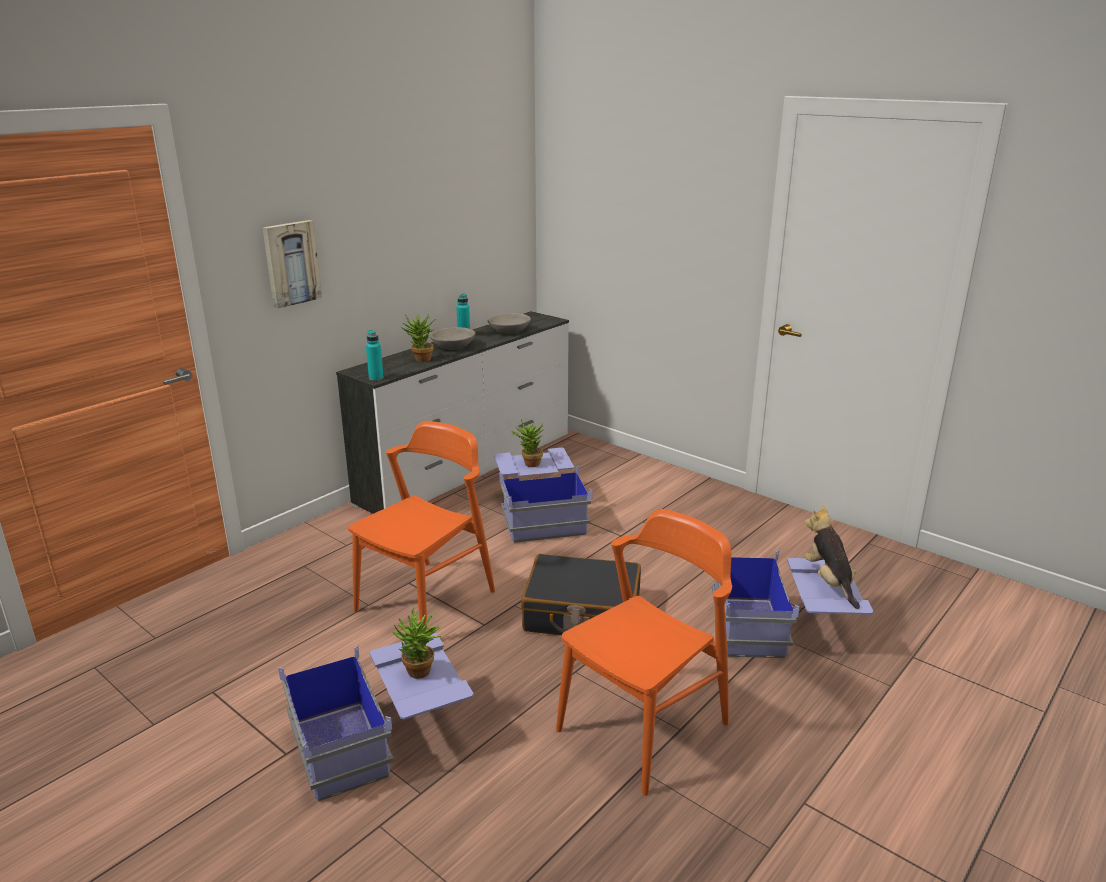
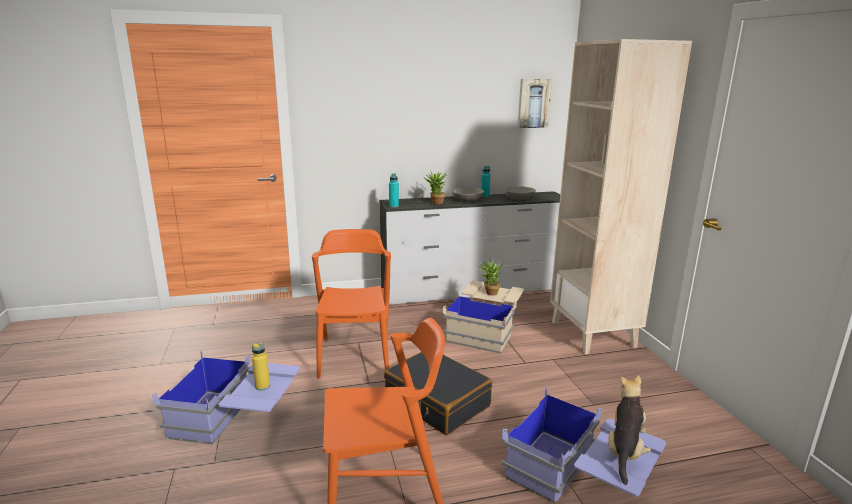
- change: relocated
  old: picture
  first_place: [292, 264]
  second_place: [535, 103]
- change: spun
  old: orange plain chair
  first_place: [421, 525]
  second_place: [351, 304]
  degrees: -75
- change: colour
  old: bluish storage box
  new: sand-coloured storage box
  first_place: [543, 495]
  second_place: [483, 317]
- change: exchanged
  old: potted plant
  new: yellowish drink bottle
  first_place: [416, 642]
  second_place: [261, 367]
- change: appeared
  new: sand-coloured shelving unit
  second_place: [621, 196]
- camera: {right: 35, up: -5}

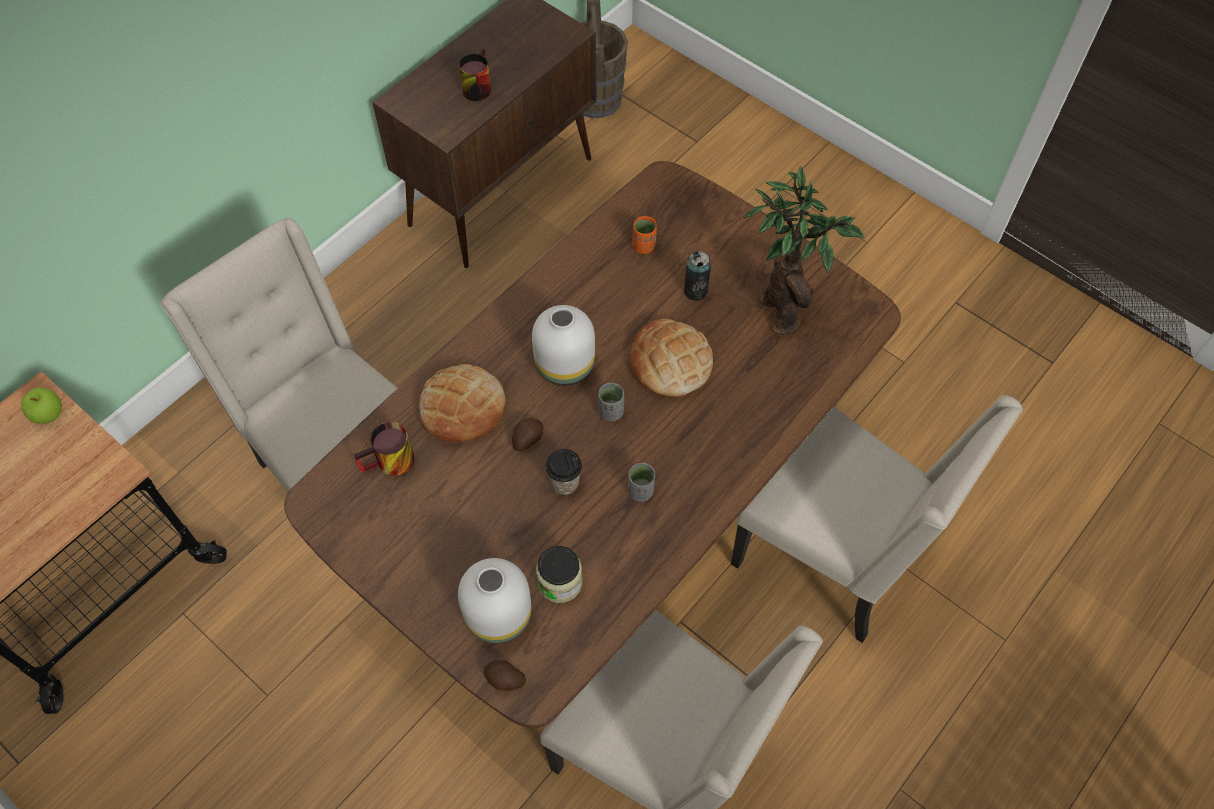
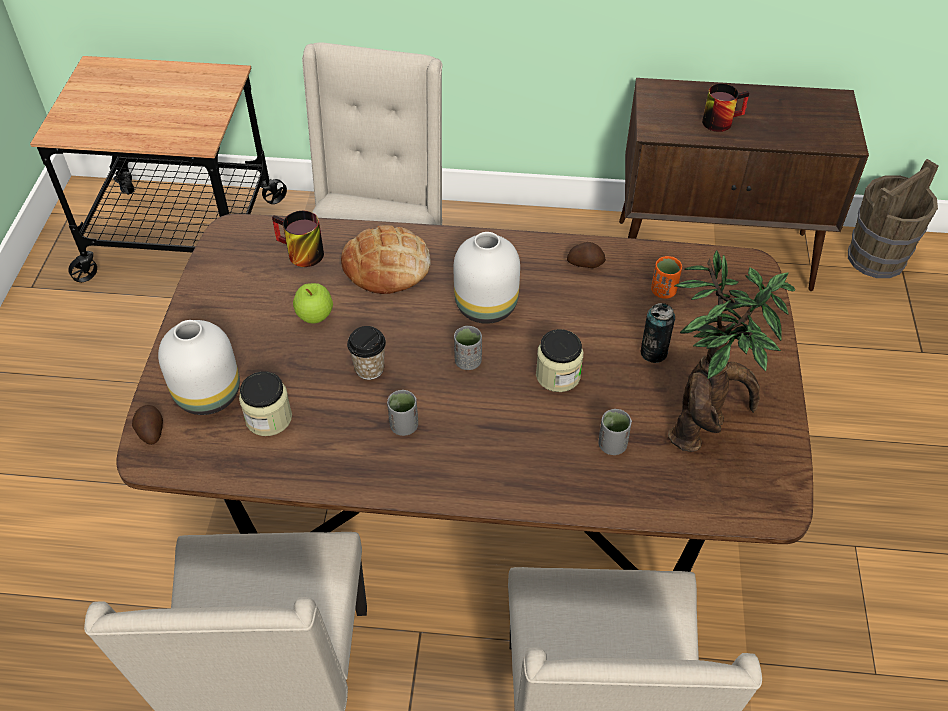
- change: exchanged
  old: bakery bread
  new: preserve jar
  first_place: [671, 357]
  second_place: [559, 360]
- change: relocated
  old: apple fruit
  first_place: [41, 405]
  second_place: [313, 303]
- change: relocated
  old: whole potato
  first_place: [527, 434]
  second_place: [586, 255]
- change: appeared
  new: greyish small cup
  second_place: [615, 432]
- camera: {right: 55, up: -10}

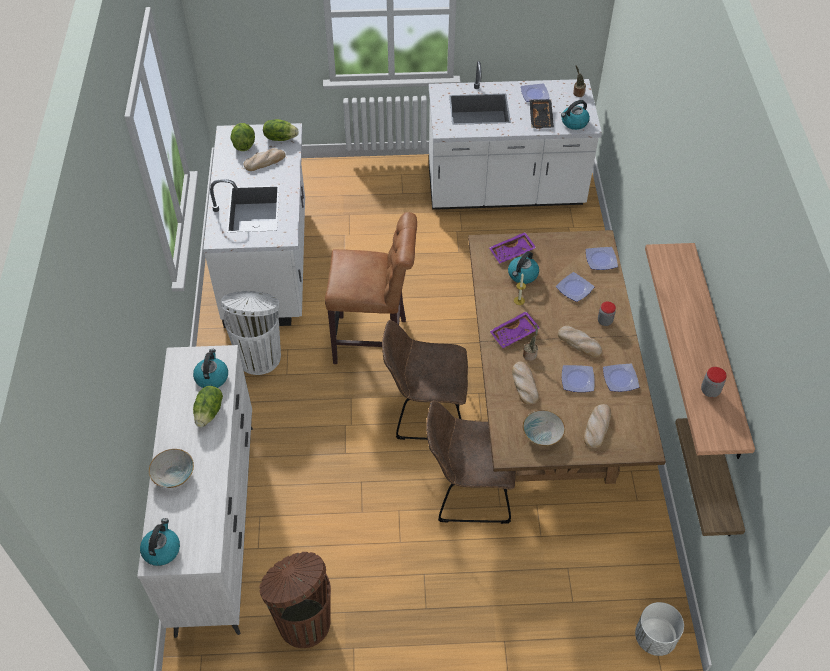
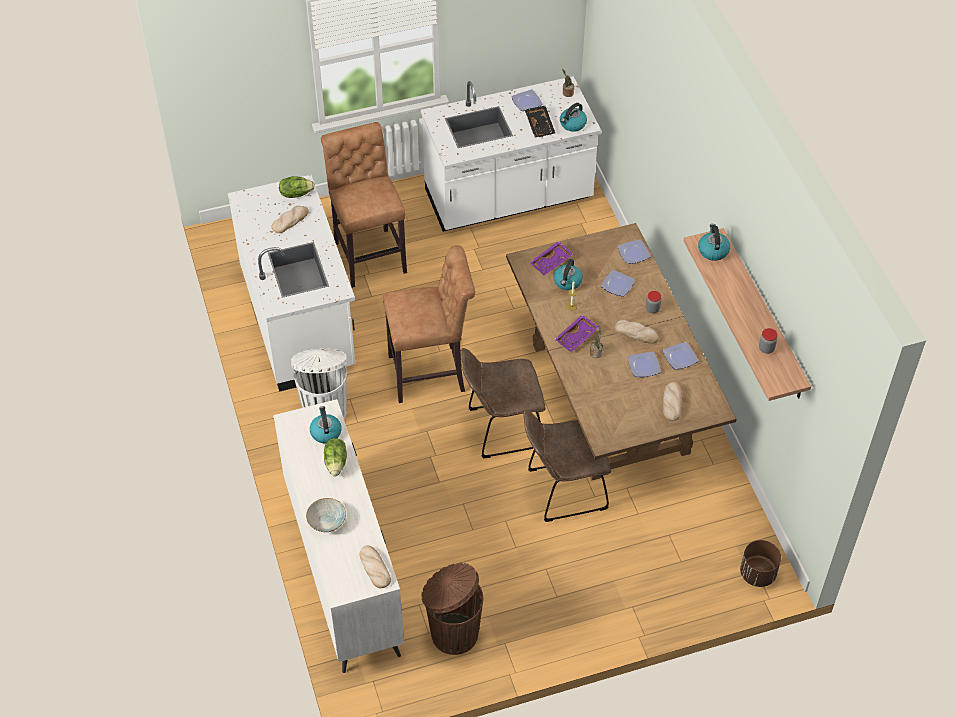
- change: missing
  old: lettuce head
  first_place: [242, 137]
- change: relocated
  old: bakery bread
  first_place: [525, 383]
  second_place: [375, 566]
- change: missing
  old: serving bowl
  first_place: [544, 428]
- change: missing
  old: bracket shelf
  first_place: [710, 477]
- change: relocated
  old: tea kettle
  first_place: [160, 542]
  second_place: [714, 242]
- change: colour
  old: whitish planter
  new: brown-coloured planter
  first_place: [659, 629]
  second_place: [760, 563]
- change: appeared
  new: brown-coloured sitting stool
  second_place: [364, 205]
- camera: {right: -15, up: 0}

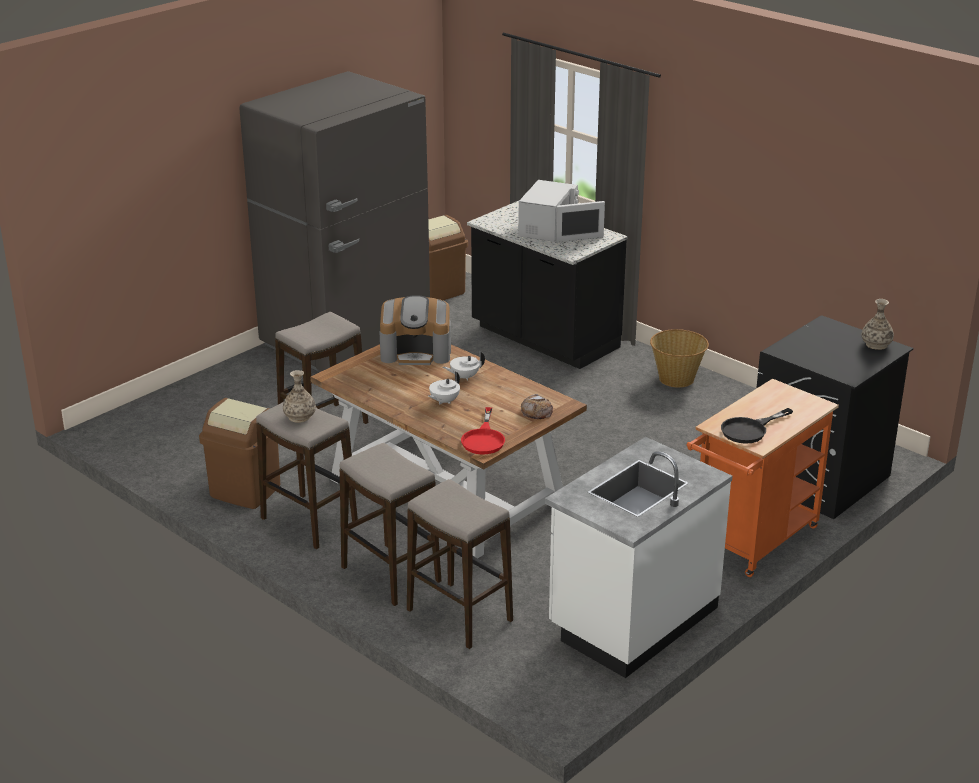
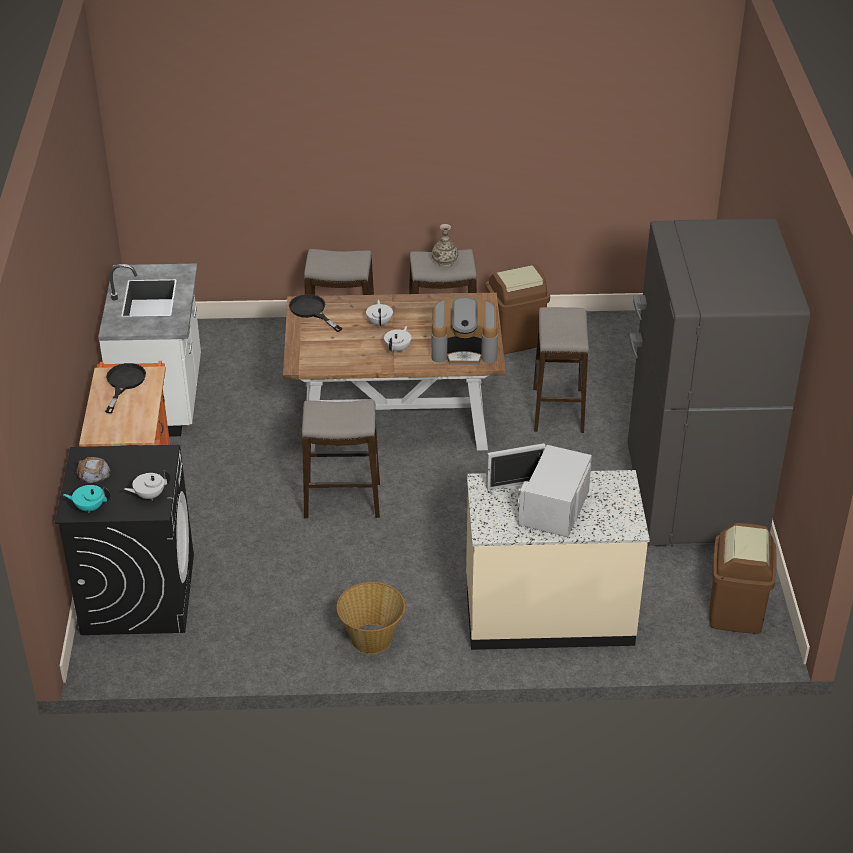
- change: spun
  old: whitish microwave oven
  first_place: [561, 211]
  second_place: [539, 490]
  degrees: 45
- change: colour
  old: black kitchen counter
  new: sand-coloured kitchen counter
  first_place: [547, 285]
  second_place: [558, 560]
- change: spun
  old: coffee maker
  first_place: [415, 330]
  second_place: [464, 331]
  degrees: -135
- change: exchanged
  old: flower vase
  new: blue-green teapot
  first_place: [877, 324]
  second_place: [86, 499]
- change: relocated
  old: bakery bread
  first_place: [537, 406]
  second_place: [93, 470]
- change: colour
  old: reddish pan
  new: black pan
  first_place: [483, 431]
  second_place: [315, 313]
- change: relocated
  old: sitting stool
  first_place: [460, 564]
  second_place: [341, 459]
- change: appeared
  new: whitish teapot
  second_place: [147, 484]
- camera: {right: 135, up: 10}

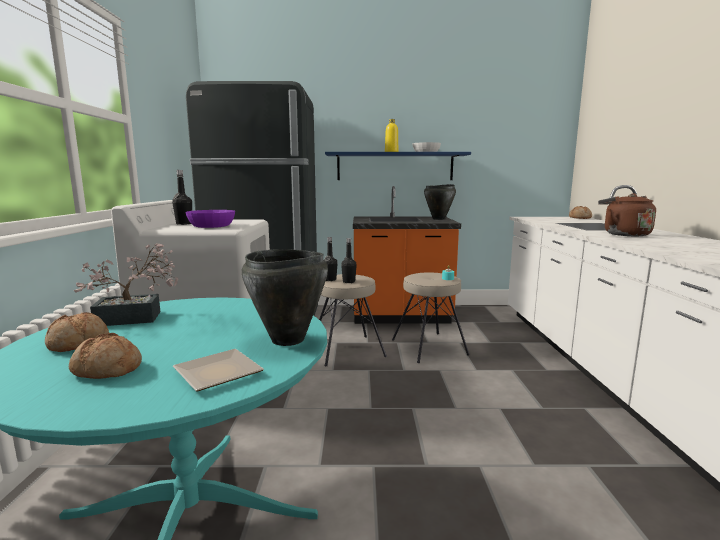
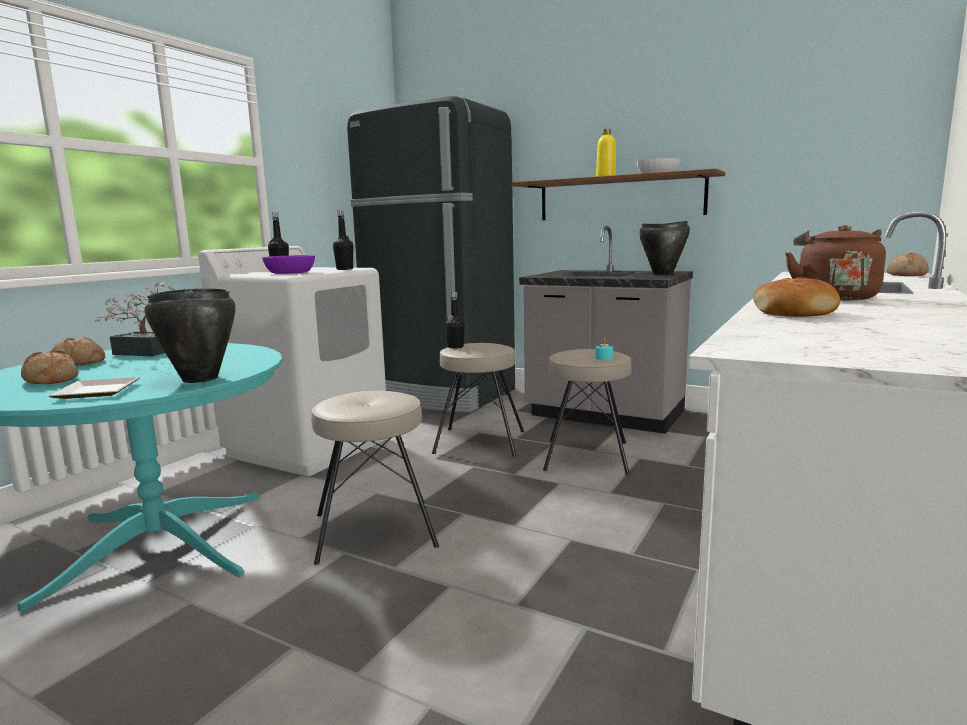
- change: colour
  old: bluish bracket shelf
  new: brown-coloured bracket shelf
  first_place: [398, 166]
  second_place: [618, 194]
- change: colour
  old: orange kitchen counter
  new: greyish kitchen counter
  first_place: [407, 255]
  second_place: [606, 330]
- change: relocated
  old: black drink bottle
  first_place: [349, 260]
  second_place: [343, 240]
- change: appeared
  new: bakery bread
  second_place: [796, 297]
- change: appeared
  new: sand-coloured sitting stool
  second_place: [375, 478]
- camera: {right: 30, up: 0}

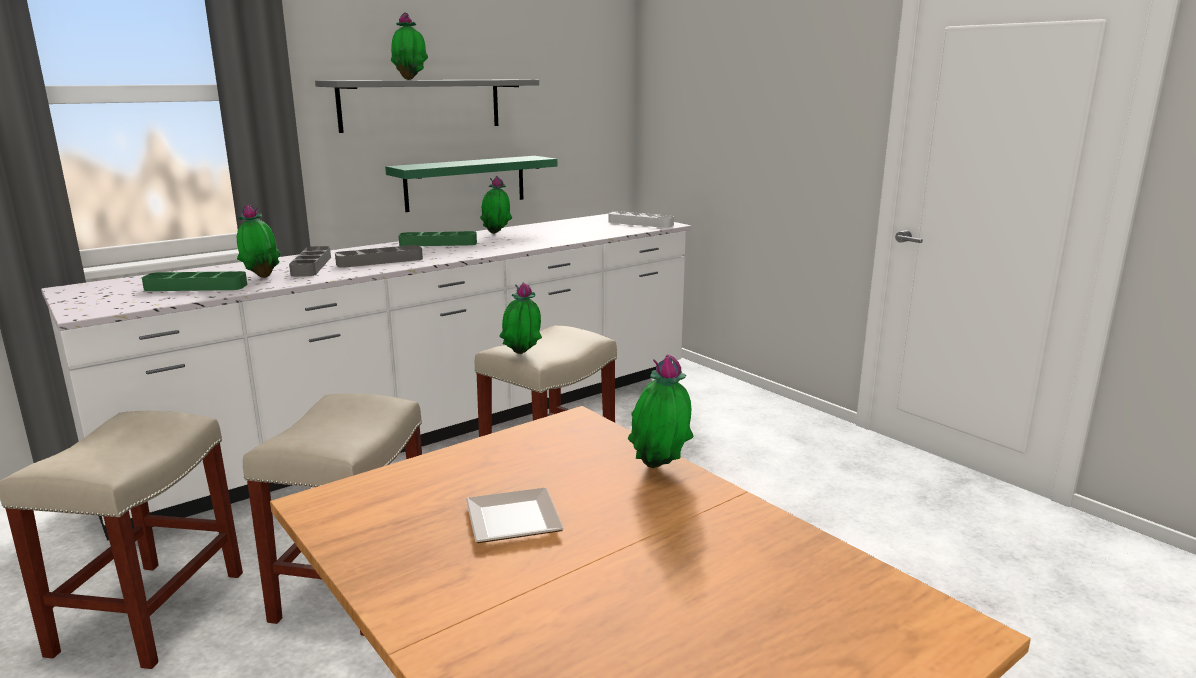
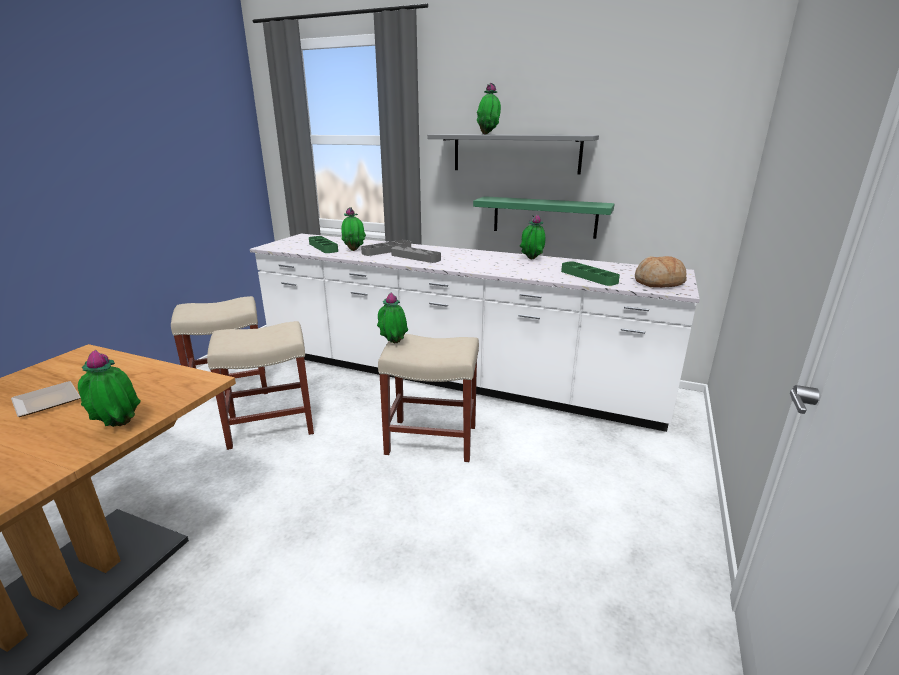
- change: exchanged
  old: greyish tray
  new: bakery bread
  first_place: [641, 219]
  second_place: [661, 272]
- change: relocated
  old: green-coloured tray
  first_place: [437, 238]
  second_place: [590, 273]
- camera: {right: 60, up: 5}

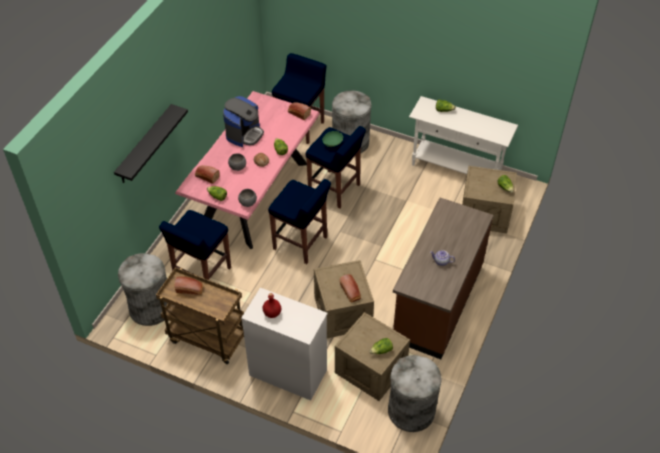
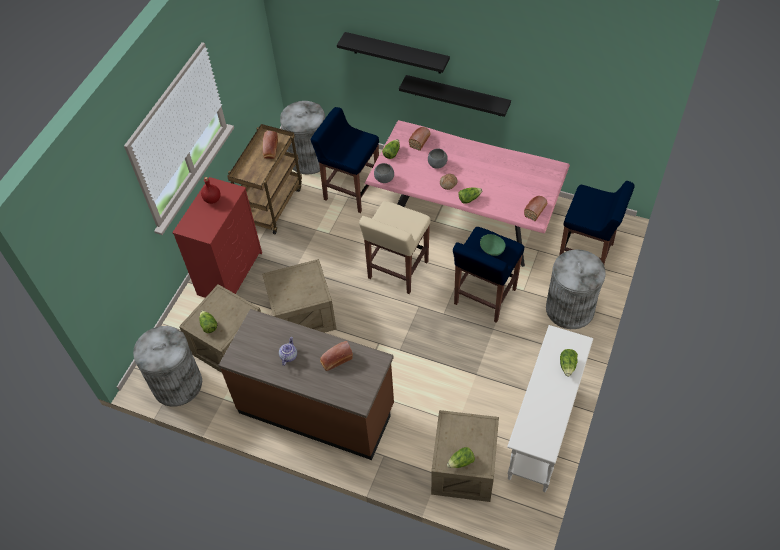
- change: missing
  old: coffee maker
  first_place: [243, 121]
- change: colour
  old: bluish sitting stool
  new: sand-coloured sitting stool
  first_place: [299, 221]
  second_place: [395, 247]
- change: relocated
  old: bakery bread
  first_place: [350, 288]
  second_place: [336, 356]
- change: colour
  old: whitish drawer chest
  new: reddish drawer chest
  first_place: [284, 344]
  second_place: [217, 237]
- change: appeared
  new: black bracket shelf
  second_place: [455, 96]
- camera: {right: 90, up: 5}

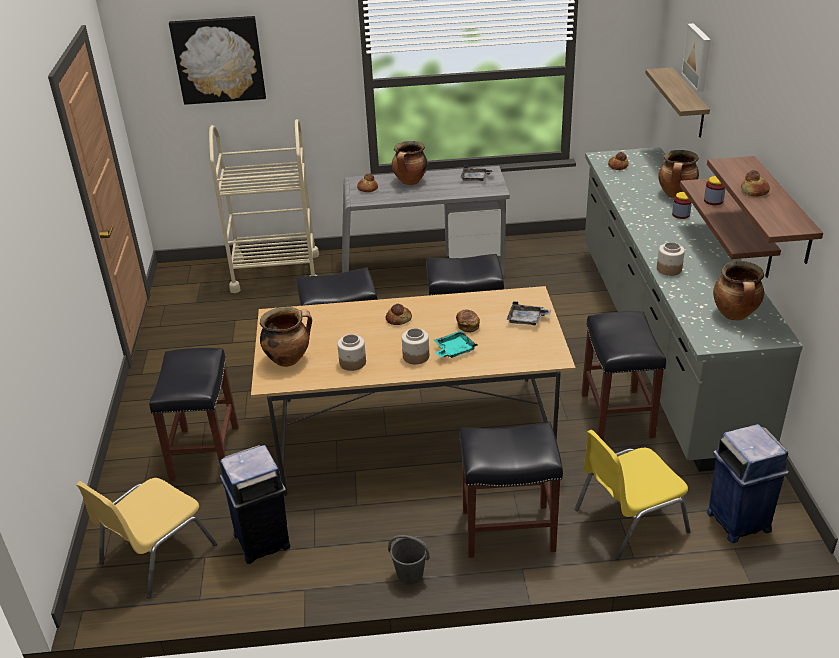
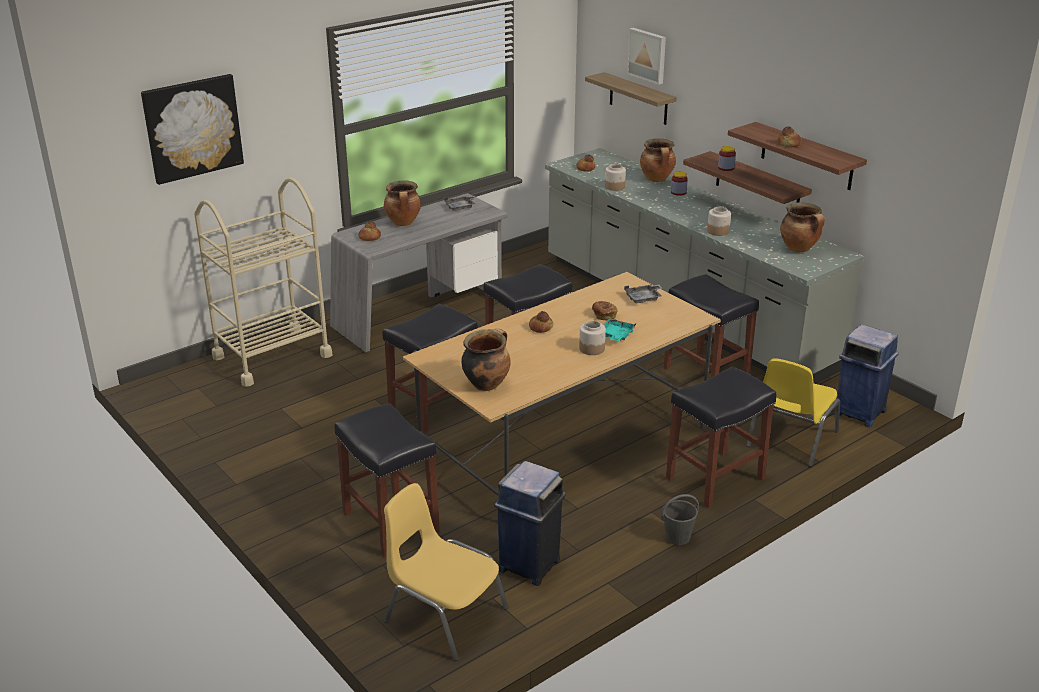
- change: relocated
  old: preserve jar
  first_place: [351, 352]
  second_place: [615, 177]
- change: spun
  old: yellowish plain chair
  first_place: [146, 538]
  second_place: [446, 572]
  degrees: 120
- camera: {right: -35, up: -5}

